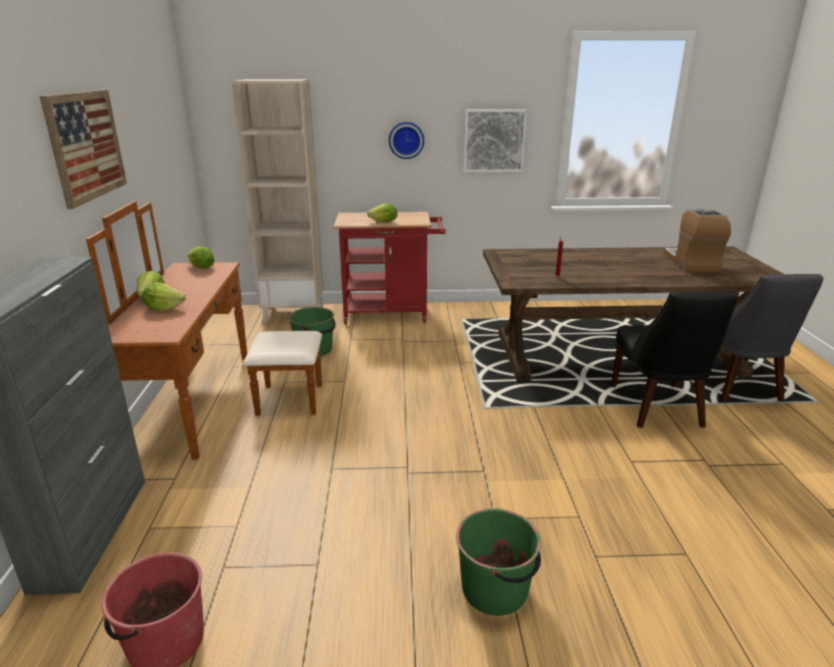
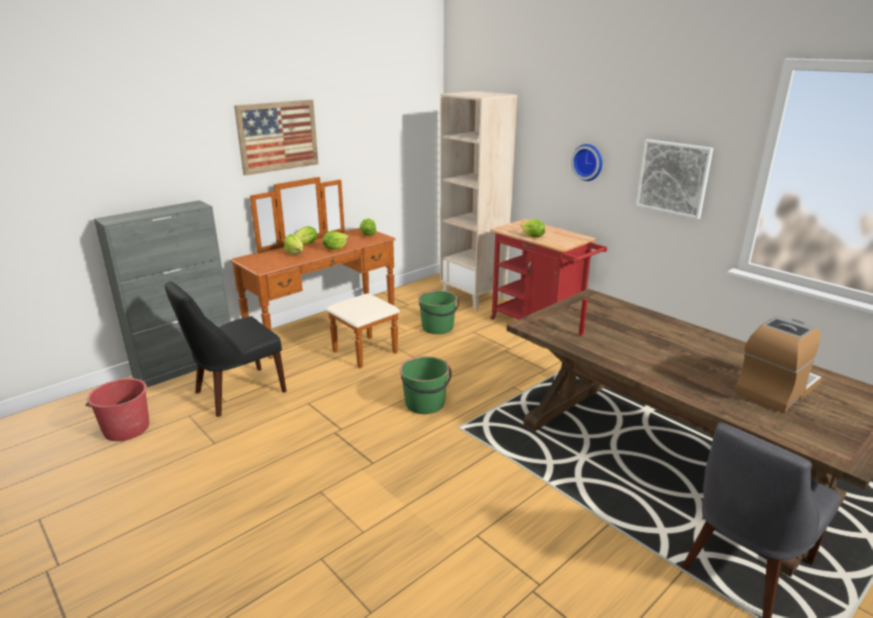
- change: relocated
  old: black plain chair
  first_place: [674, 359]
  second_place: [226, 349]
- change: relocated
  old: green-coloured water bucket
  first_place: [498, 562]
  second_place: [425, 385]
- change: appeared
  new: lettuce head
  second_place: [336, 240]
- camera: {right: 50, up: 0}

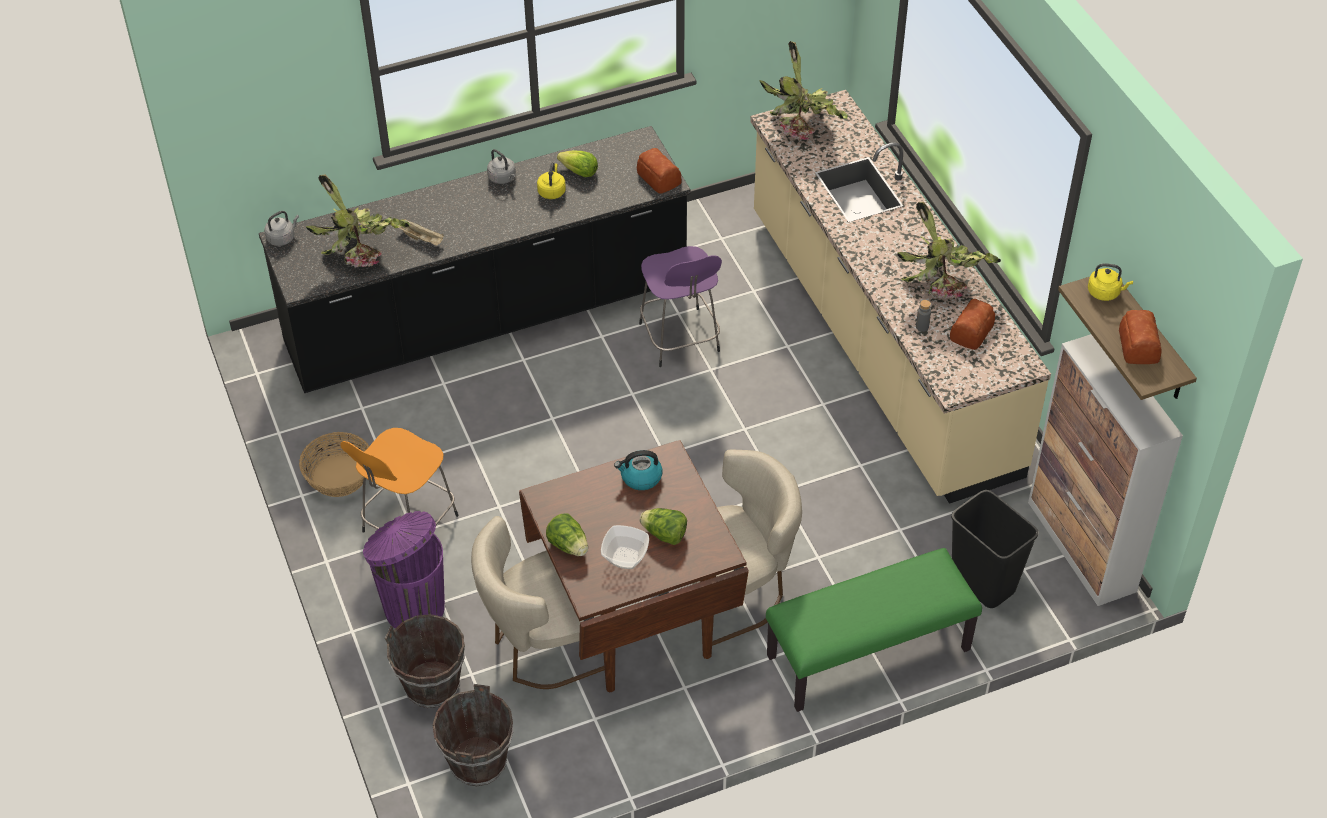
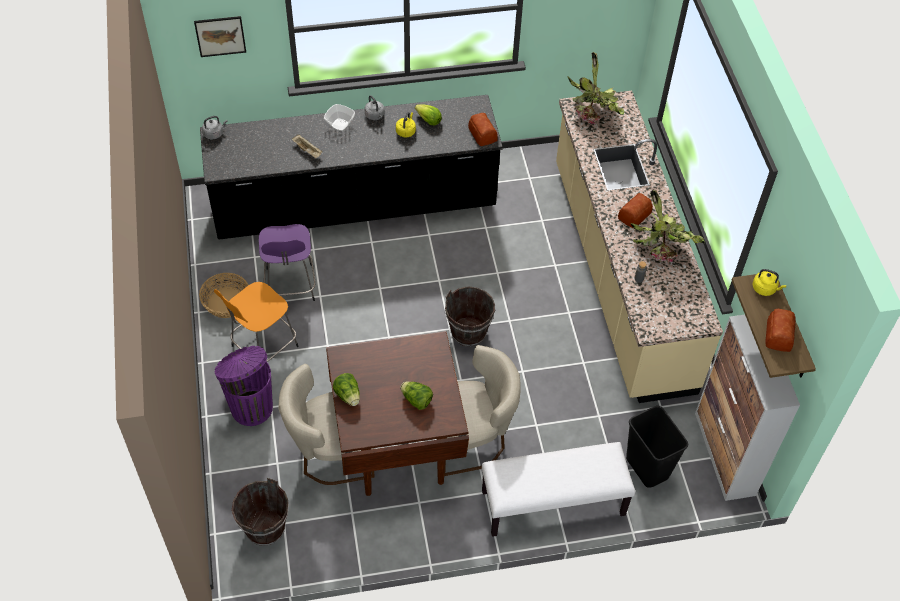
- change: missing
  old: potted plant
  first_place: [358, 221]
- change: relocated
  old: purplish sitting stool
  first_place: [680, 306]
  second_place: [287, 262]
- change: relocated
  old: bakery bread
  first_place: [972, 324]
  second_place: [635, 210]
- change: missing
  old: tea kettle
  first_place: [638, 470]
- change: relocated
  old: serving bowl
  first_place: [625, 547]
  second_place: [339, 117]
- change: colour
  old: green-coloured indoor bench
  new: whitish indoor bench
  first_place: [874, 630]
  second_place: [558, 489]
- change: relocated
  old: brown-coloured water bucket
  first_place: [425, 661]
  second_place: [470, 317]
- change: appeared
  new: picture
  second_place: [220, 36]
- camera: {right: 10, up: 5}

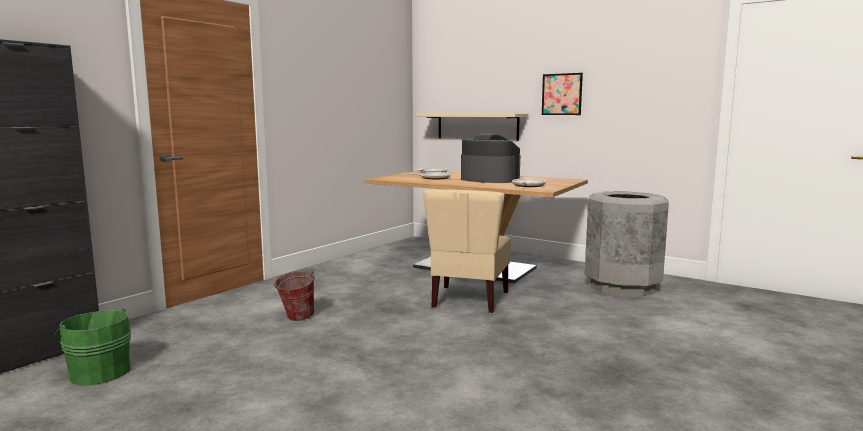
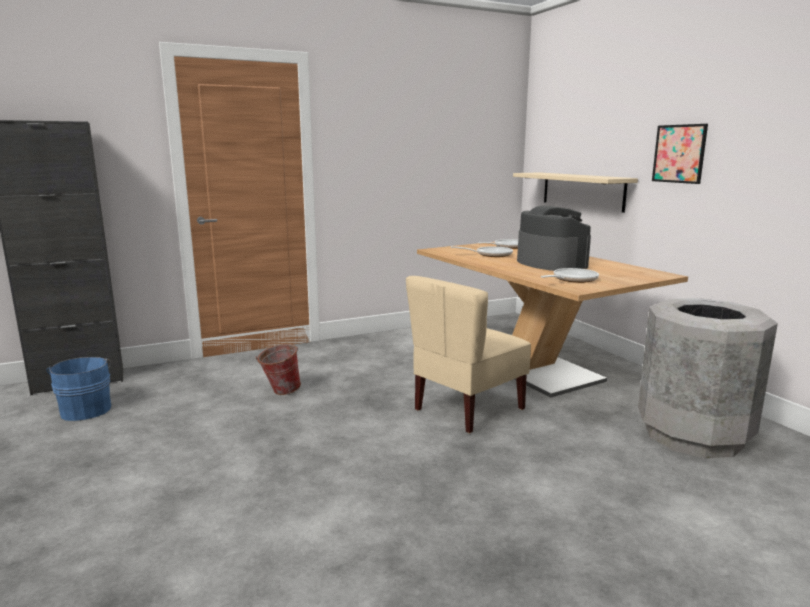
- change: colour
  old: green-coloured water bucket
  new: bluish water bucket
  first_place: [92, 347]
  second_place: [78, 389]
- camera: {right: 30, up: 5}

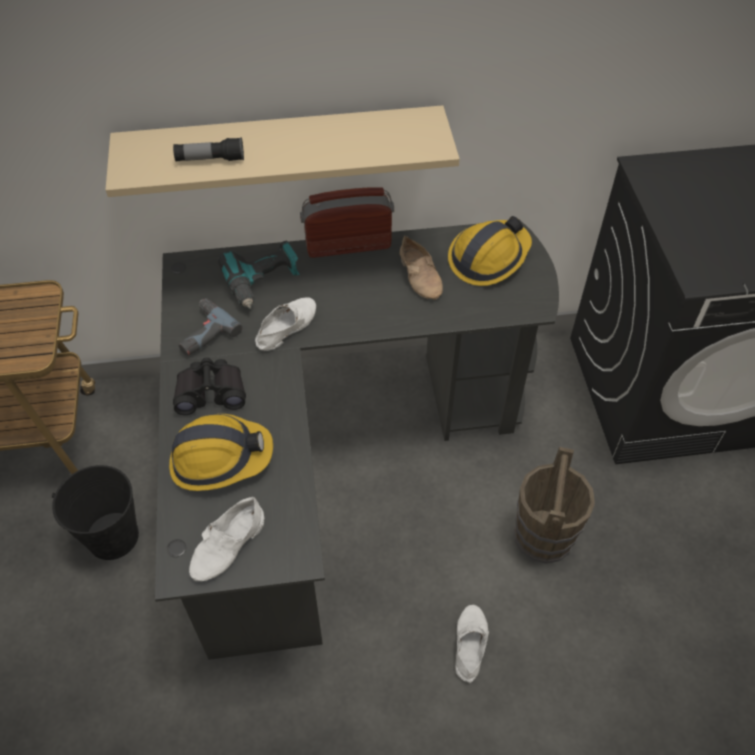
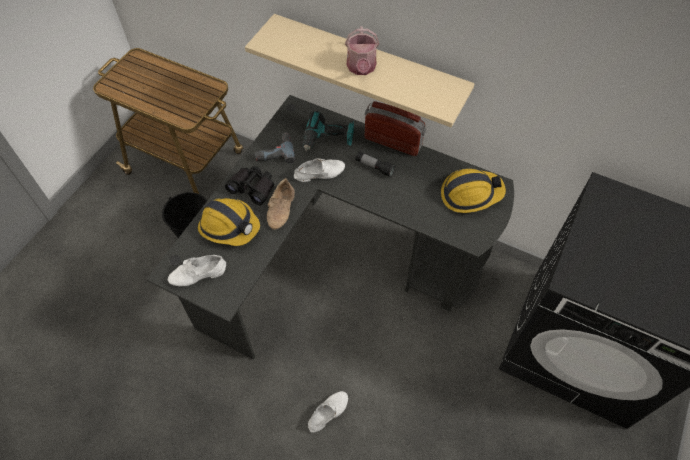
- change: relocated
  old: hand torch
  first_place: [208, 149]
  second_place: [375, 164]
- change: relocated
  old: sand-coloured shoe
  first_place: [421, 268]
  second_place: [281, 204]
- change: missing
  old: brown-coloured water bucket
  first_place: [554, 505]
- change: appeared
  new: sprinkling can
  second_place: [362, 50]
- camera: {right: 35, up: 5}

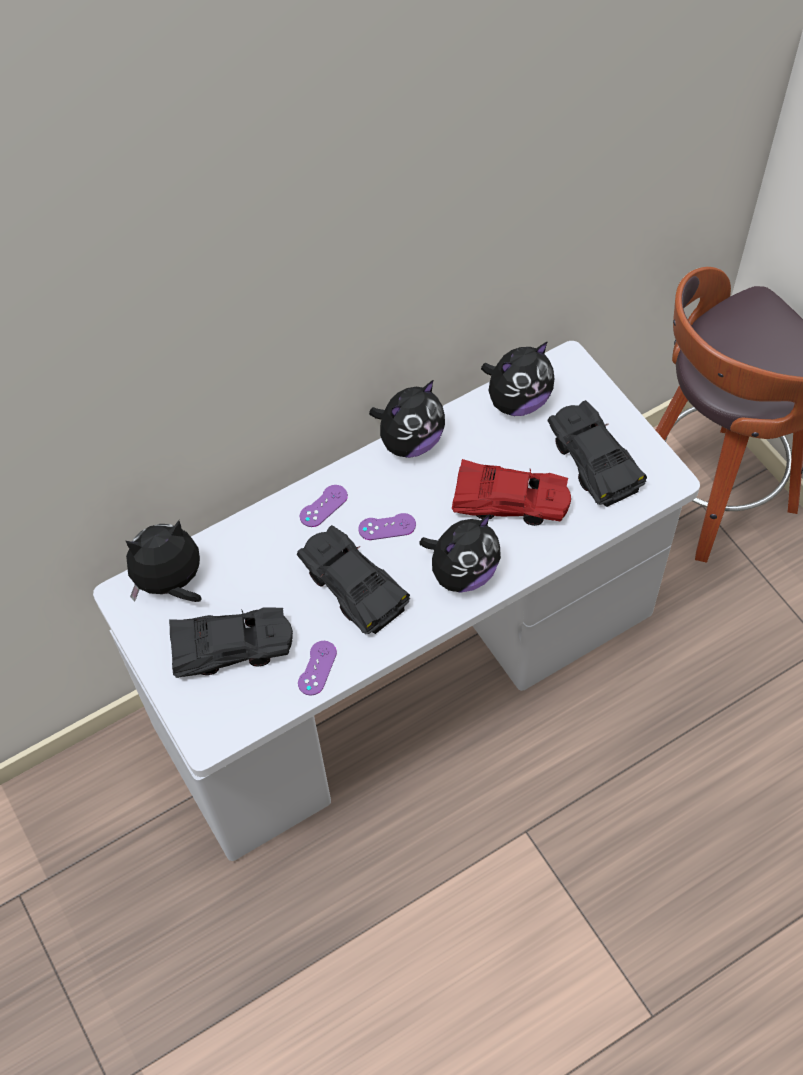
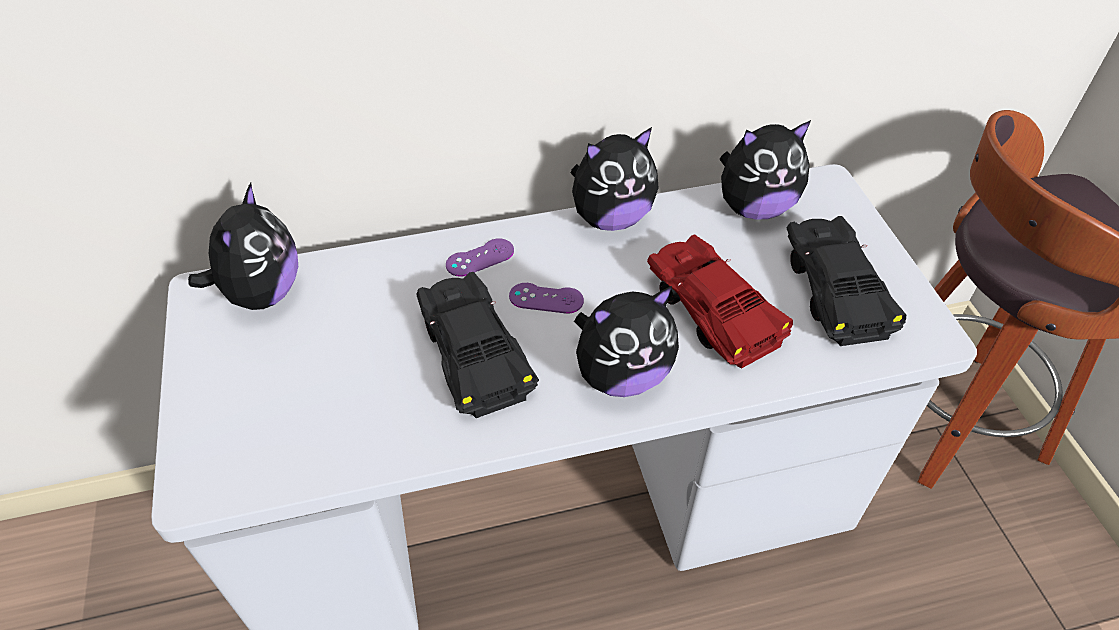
- change: spun
  old: reddish miniature car
  first_place: [511, 492]
  second_place: [720, 301]
  degrees: -150
- change: spun
  old: cuddly toy
  first_place: [164, 561]
  second_place: [243, 246]
  degrees: 105
- change: missing
  old: black miniature car
  first_place: [231, 642]
- change: missing
  old: purplish game controller
  first_place: [317, 668]
- camera: {right: 15, up: -10}

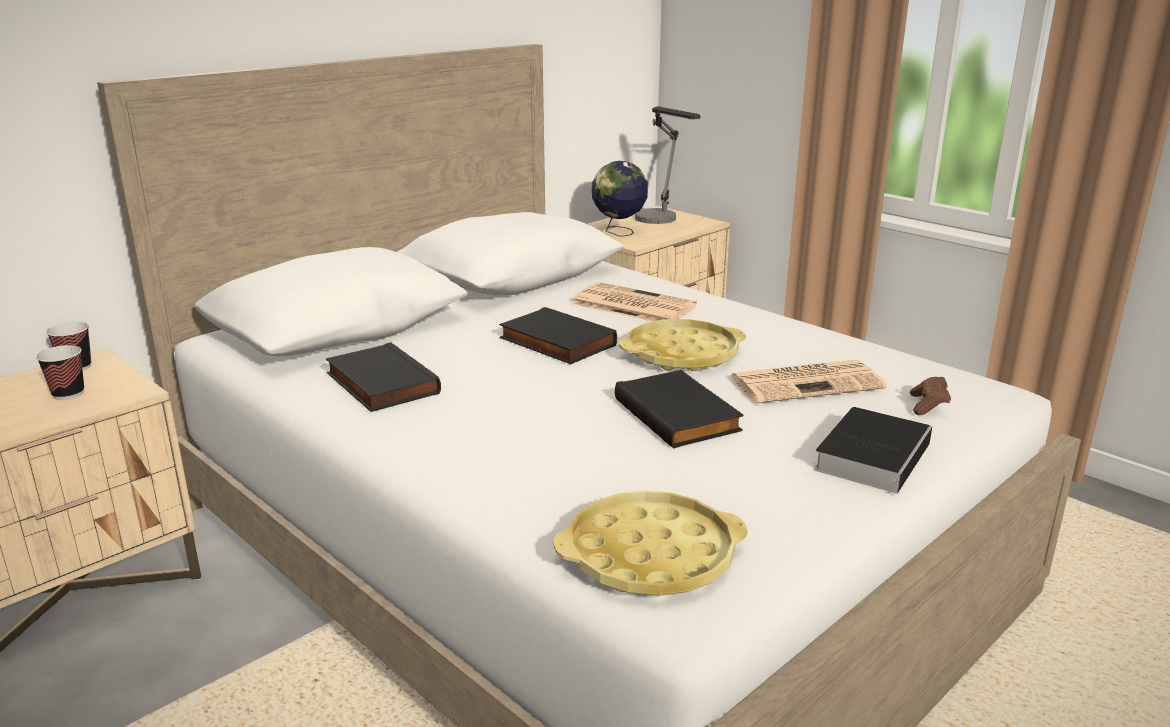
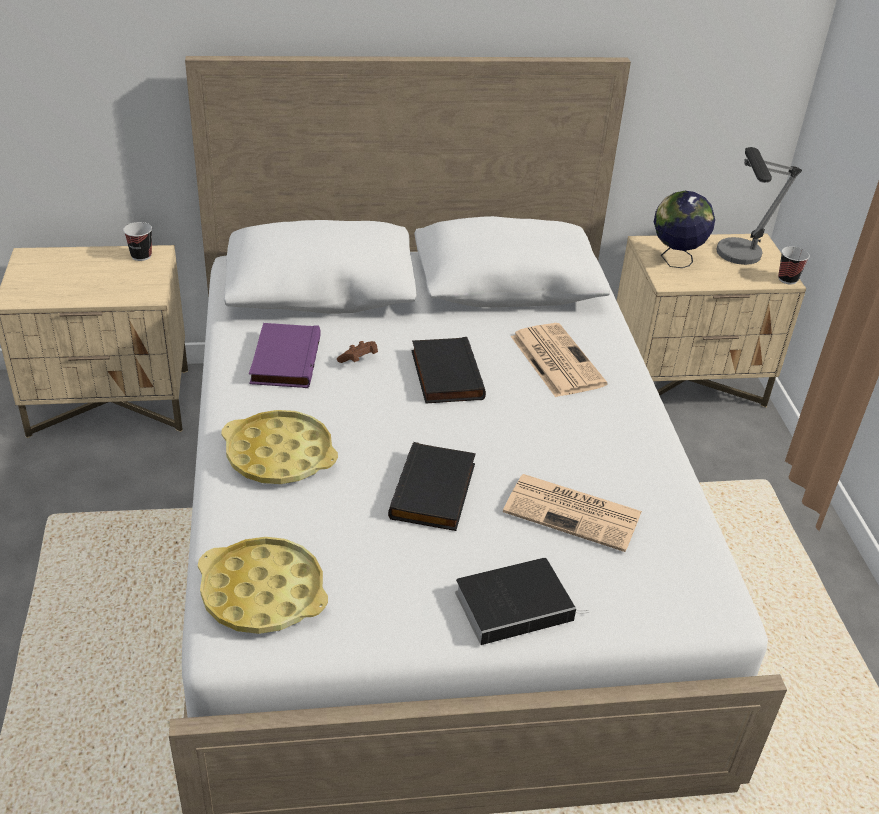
- change: relocated
  old: yellowish tray
  first_place: [682, 345]
  second_place: [280, 447]
- change: colour
  old: black book
  new: purplish book
  first_place: [383, 377]
  second_place: [285, 355]
- change: relocated
  old: small cup
  first_place: [60, 372]
  second_place: [793, 265]
- change: relocated
  old: brown-coloured game controller
  first_place: [930, 396]
  second_place: [357, 352]
- camera: {right: 35, up: 15}

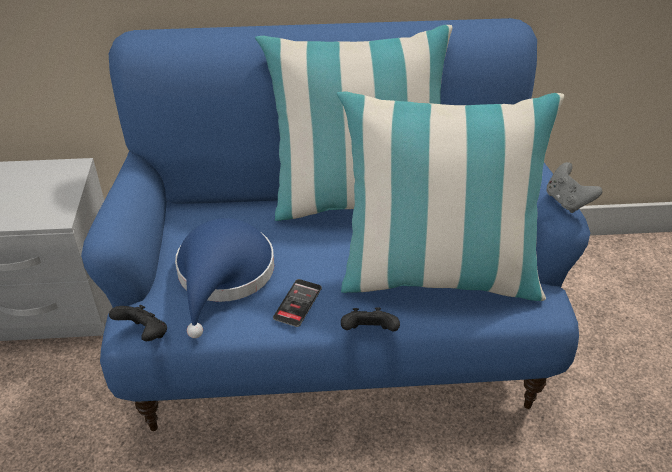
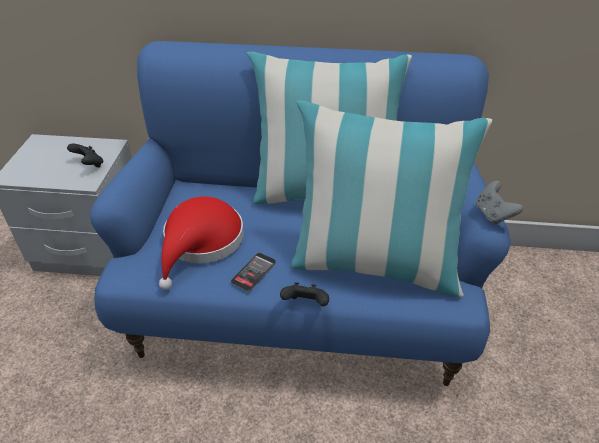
- change: colour
  old: bluish wearable hat
  new: reddish wearable hat
  first_place: [224, 278]
  second_place: [201, 243]
- change: relocated
  old: black game controller
  first_place: [138, 323]
  second_place: [85, 155]
- camera: {right: 10, up: 0}

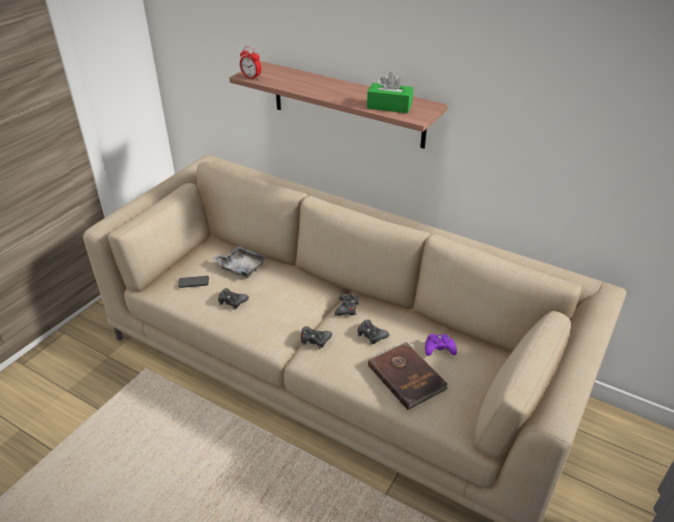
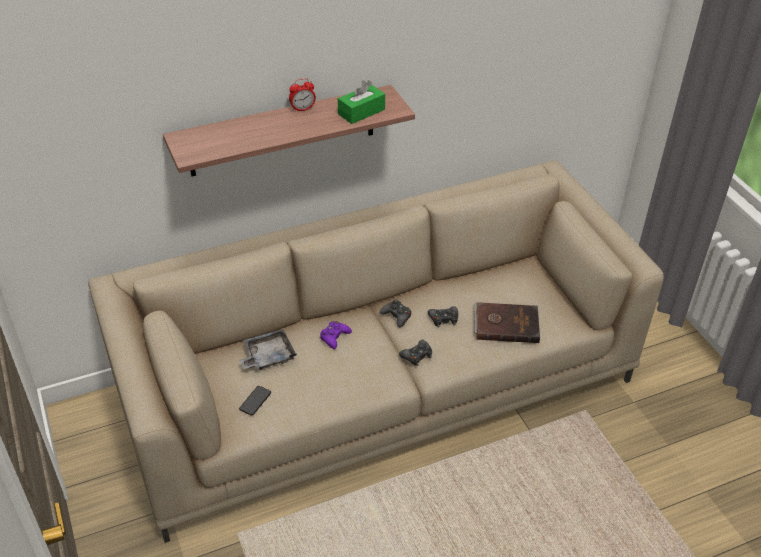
- change: relocated
  old: alarm clock
  first_place: [250, 63]
  second_place: [302, 95]
- change: missing
  old: black game controller
  first_place: [233, 299]
- change: relocated
  old: purplish game controller
  first_place: [441, 345]
  second_place: [336, 335]
- camera: {right: -55, up: 5}

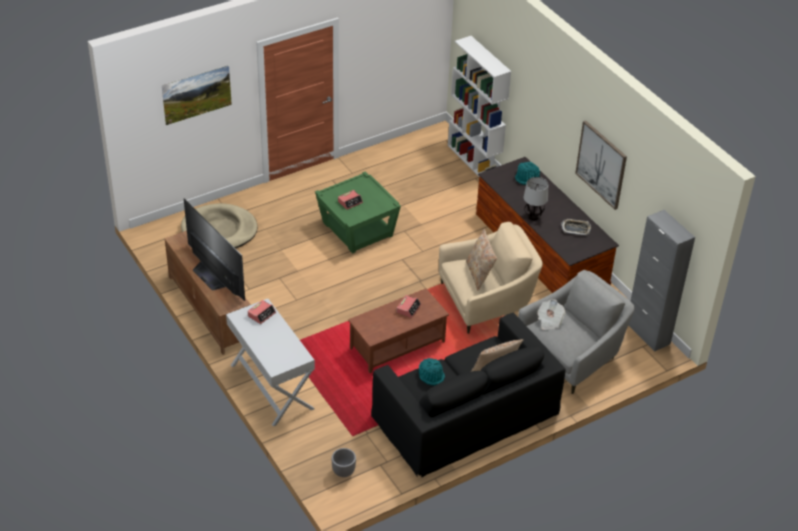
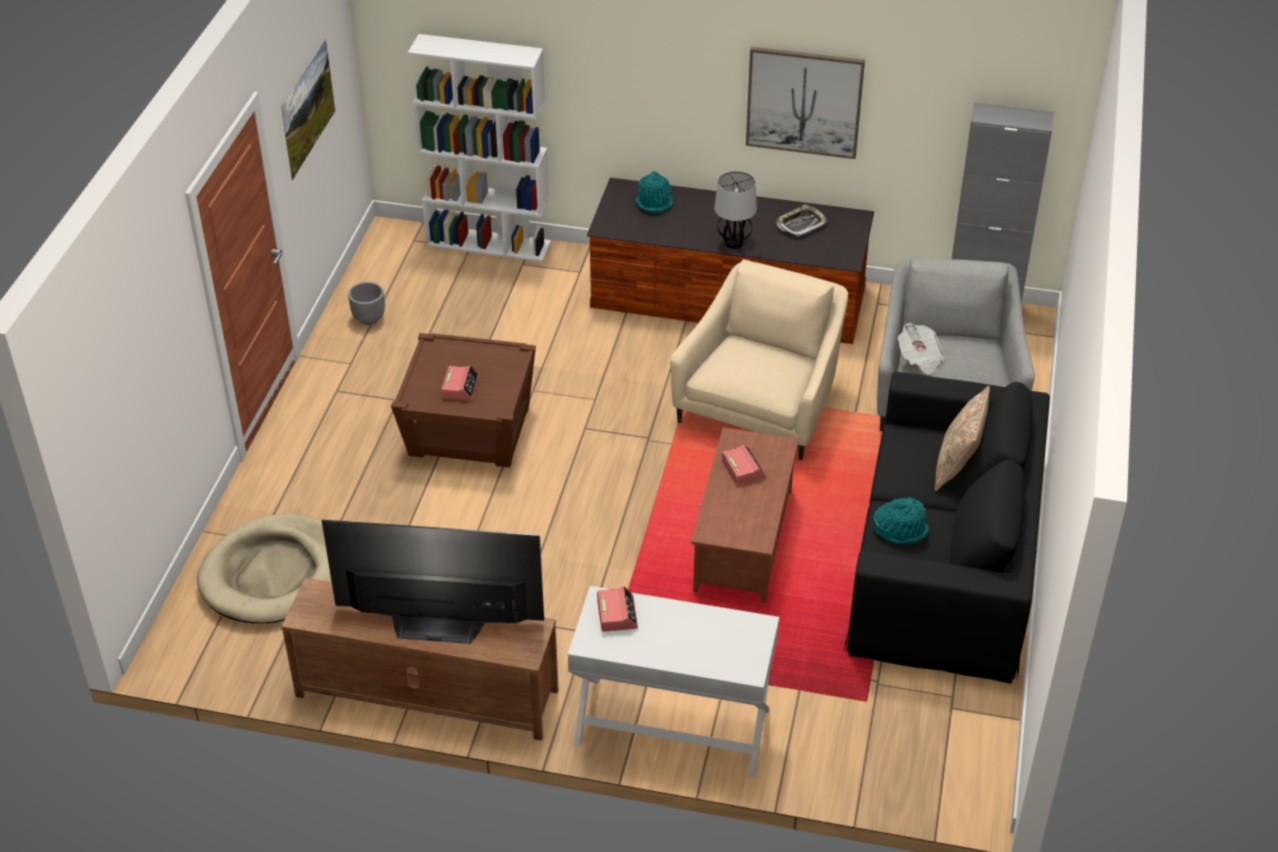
- change: relocated
  old: picture
  first_place: [197, 95]
  second_place: [308, 110]
- change: colour
  old: green-coloured side table
  new: brown-coloured side table
  first_place: [358, 212]
  second_place: [463, 400]
- change: missing
  old: sand-coloured cushion
  first_place: [481, 260]
- change: relocated
  old: greyish planter
  first_place: [344, 462]
  second_place: [366, 303]
- camera: {right: -45, up: 0}

